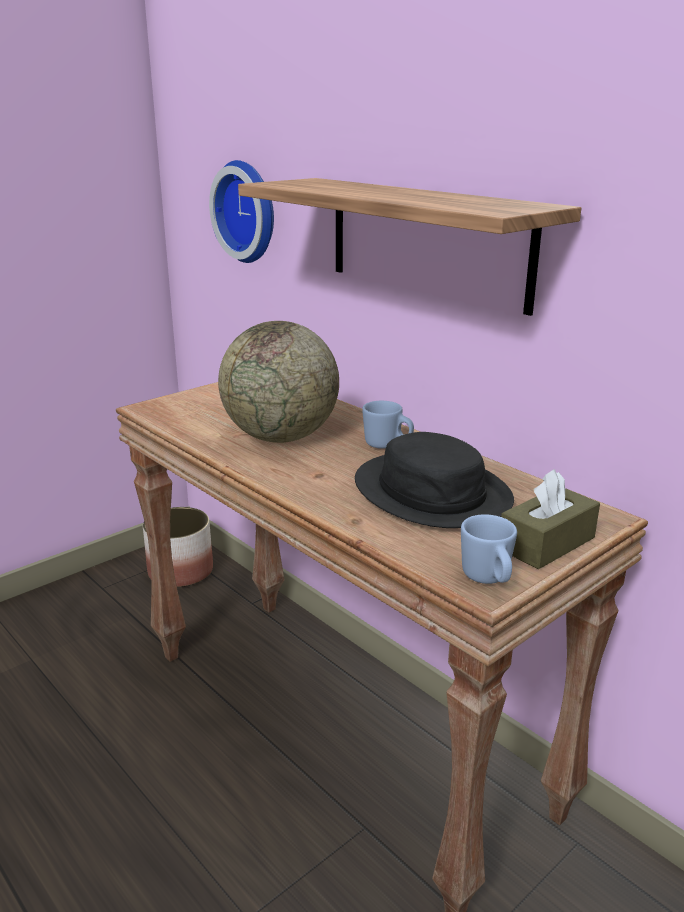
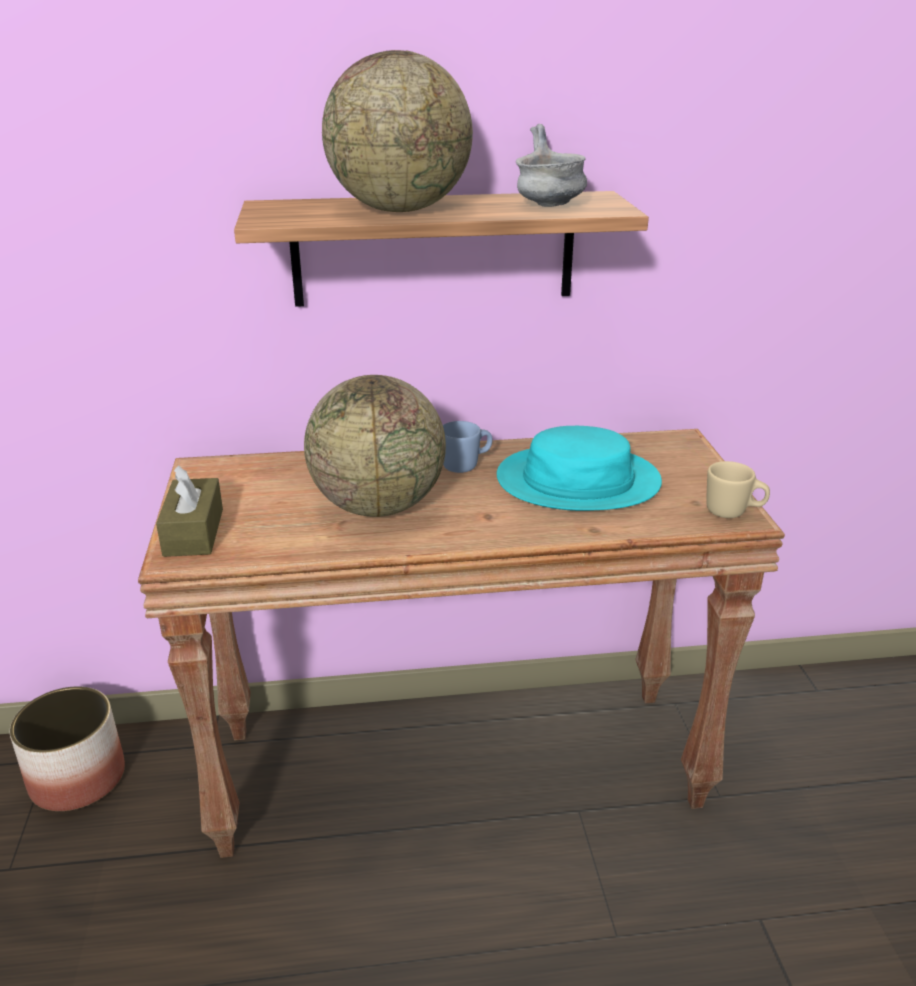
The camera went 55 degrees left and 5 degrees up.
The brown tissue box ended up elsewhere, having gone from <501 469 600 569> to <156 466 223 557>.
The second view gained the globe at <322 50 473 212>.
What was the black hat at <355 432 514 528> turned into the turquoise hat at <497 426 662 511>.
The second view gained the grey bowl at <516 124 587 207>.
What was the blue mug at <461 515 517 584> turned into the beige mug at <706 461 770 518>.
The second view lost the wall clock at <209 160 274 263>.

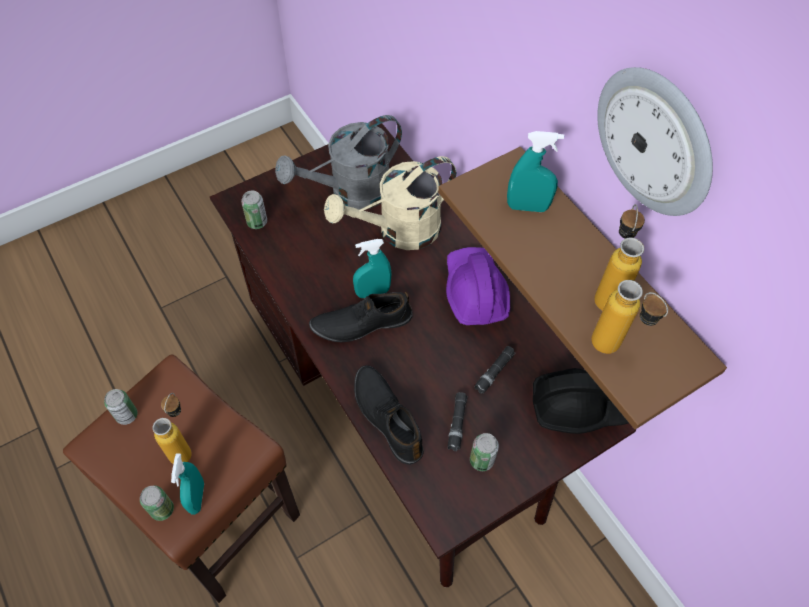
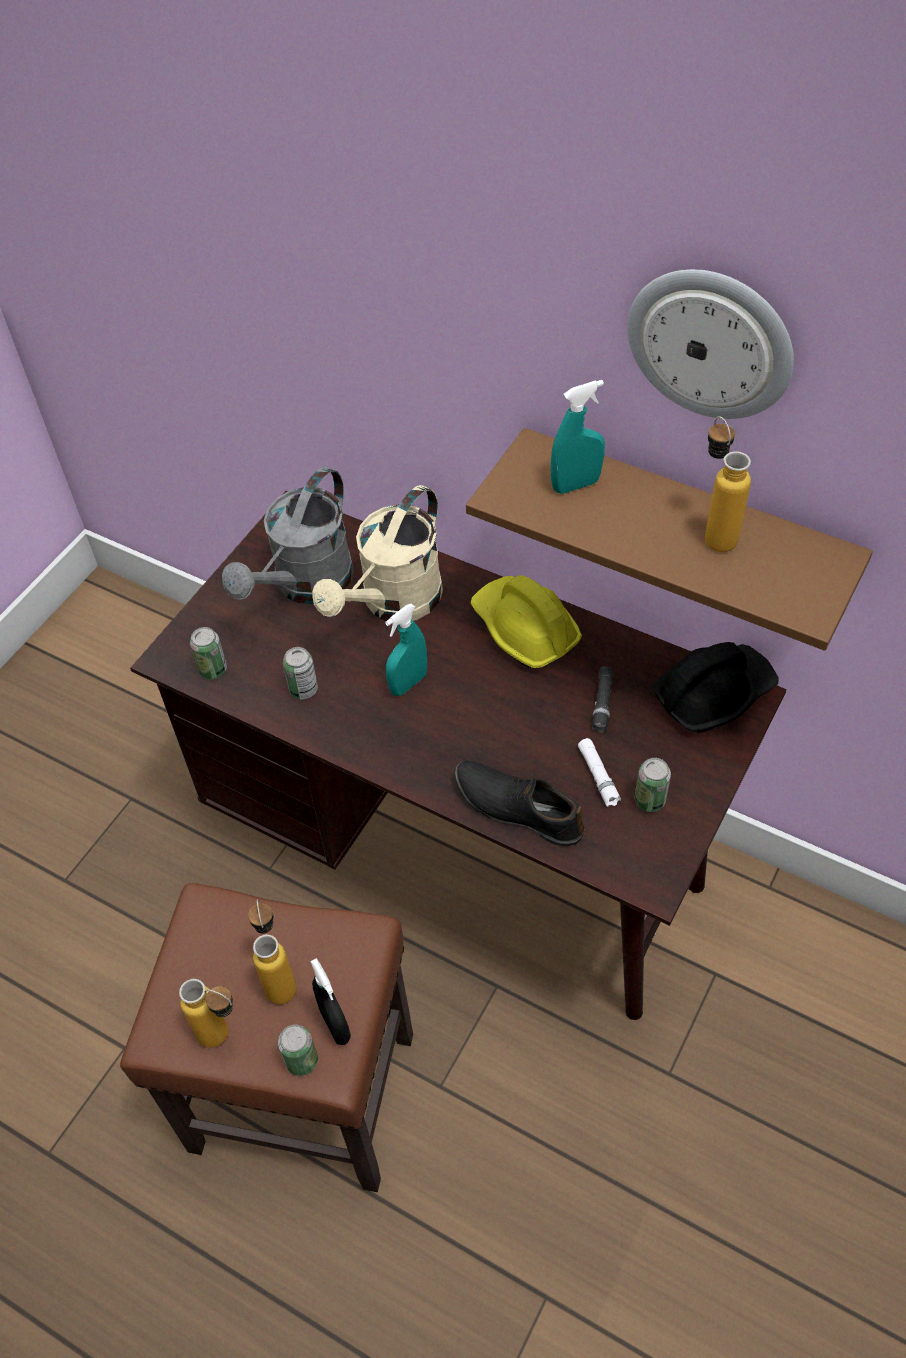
The camera went 25 degrees left and 5 degrees down.
The bottle ended up elsewhere, having gone from <591 280 668 354> to <179 979 233 1048>.
The can ended up elsewhere, having gone from <104 389 138 425> to <283 647 318 700>.
What was the turquoise spray bottle at <171 454 204 515> turned into the black spray bottle at <310 958 351 1045>.
What was the purple hard hat at <446 247 510 325> turned into the yellow hard hat at <471 575 582 668>.
What was the black flashlight at <448 392 467 451> turned into the white flashlight at <578 738 621 807>.
The second view lost the black shoe at <309 292 412 342>.

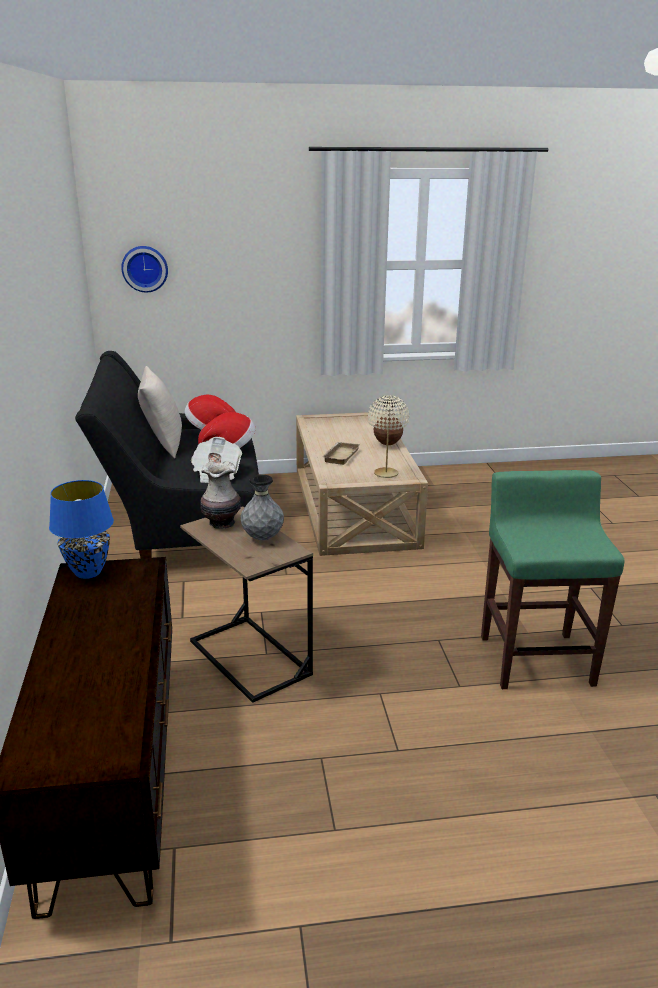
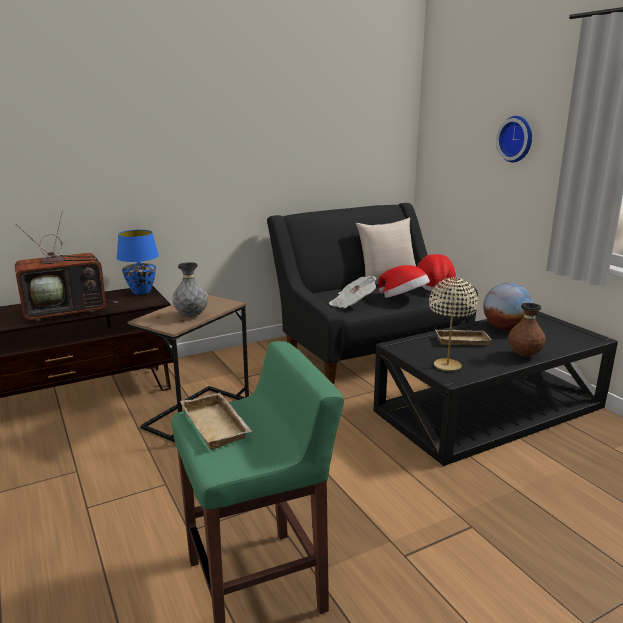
The camera went 70 degrees right and 5 degrees down.
The second view gained the television at <15 211 118 322>.
The second view gained the beige tray at <180 393 252 450>.
What was the beige coffee table at <296 412 428 556> turned into the black coffee table at <374 311 618 466>.
The second view gained the globe at <483 283 534 330>.
The wall clock ended up elsewhere, having gone from <121 246 168 292> to <496 116 532 162>.
The second view lost the vase at <200 461 241 529>.

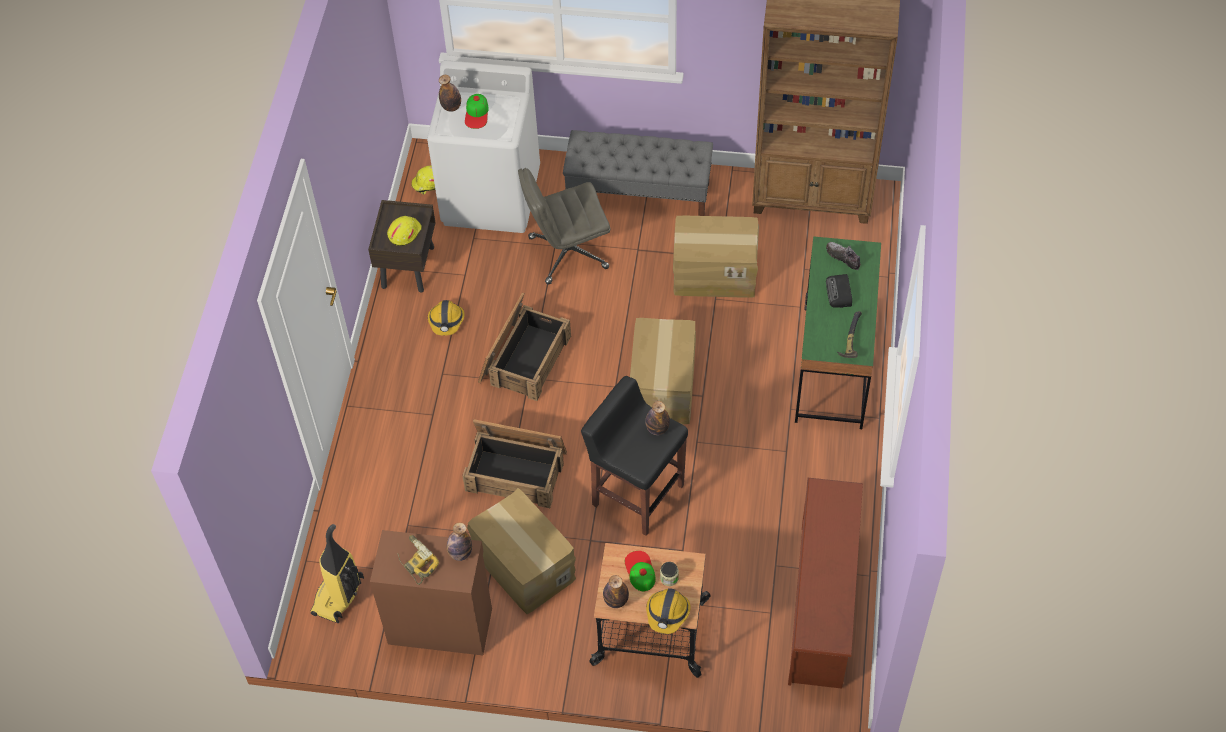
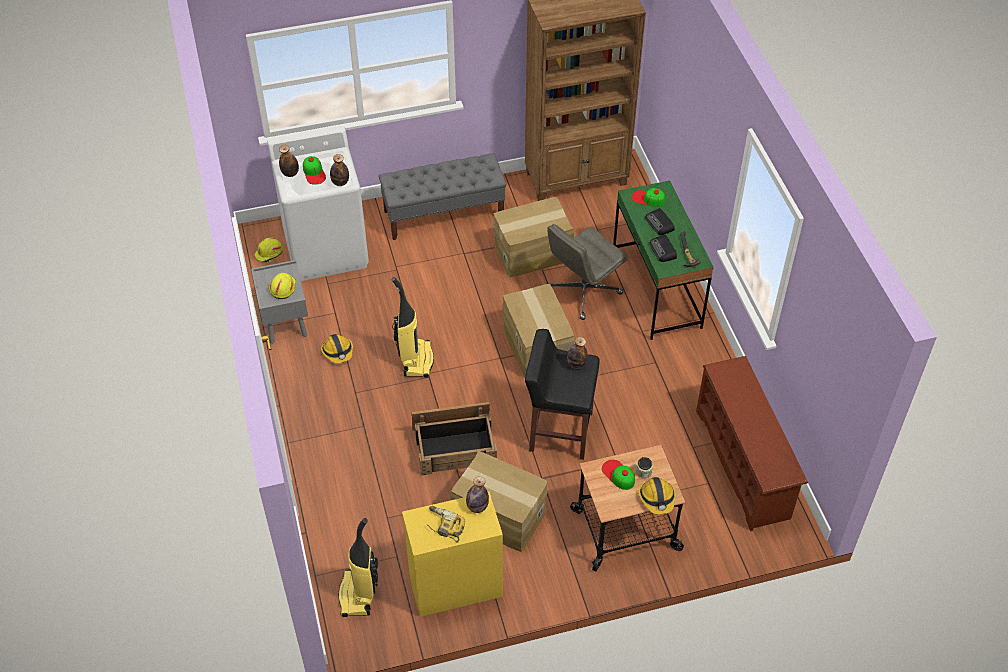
The camera went 25 degrees left and 5 degrees down.
What was the brown nightstand at <368 200 436 292> turned into the grey nightstand at <251 260 308 344>.
The bottle ended up elsewhere, having gone from <603 575 629 608> to <330 154 349 186>.
Where the crate stood at <478 293 571 401>, the vacuum cleaner came to stand at <392 277 434 378>.
What was the brown cabinet at <370 530 492 655> turned into the yellow cabinet at <402 492 503 617>.
The grey office chair ended up elsewhere, having gone from <518 168 610 284> to <547 224 627 320>.
Where the shoe stood at <826 242 860 270>, the cap came to stand at <632 188 665 207>.
The second view gained the radio at <649 235 677 262>.

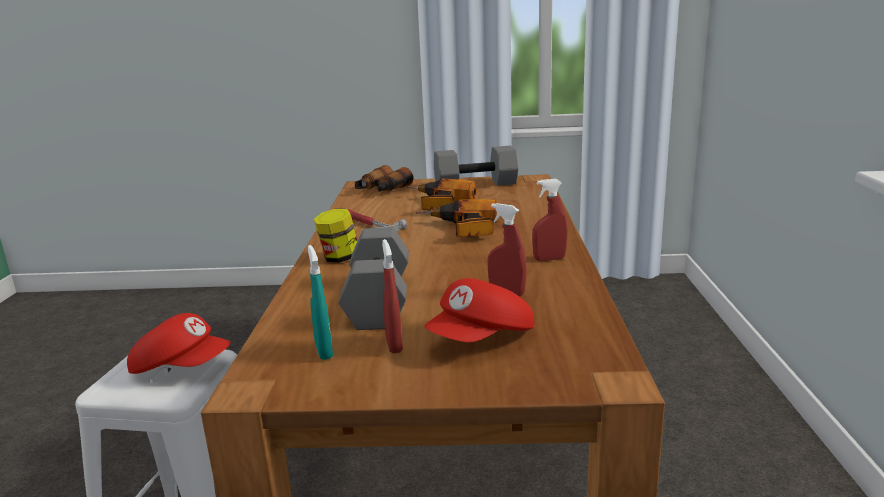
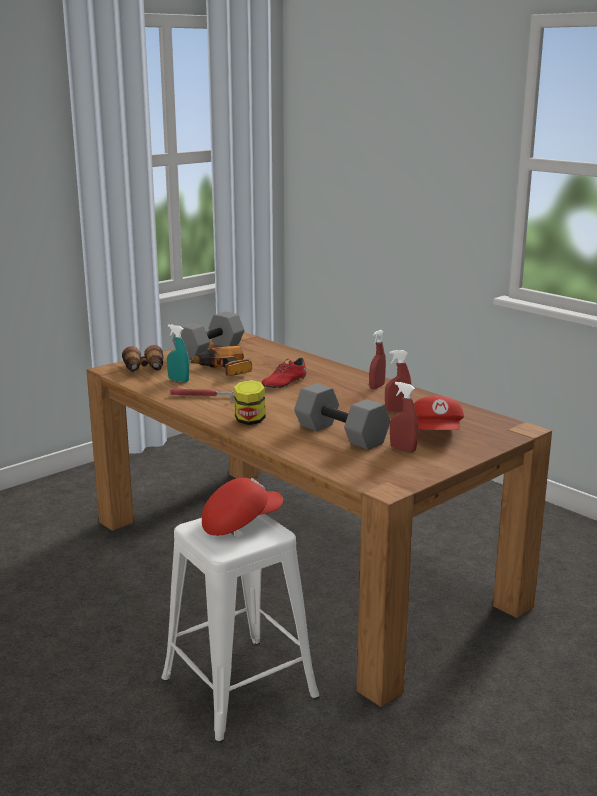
The camera went 45 degrees left and 0 degrees up.
The turquoise spray bottle ended up elsewhere, having gone from <308 245 333 360> to <167 324 190 383>.
Where the power drill stood at <416 199 497 238>, the red shoe came to stand at <262 357 306 389>.

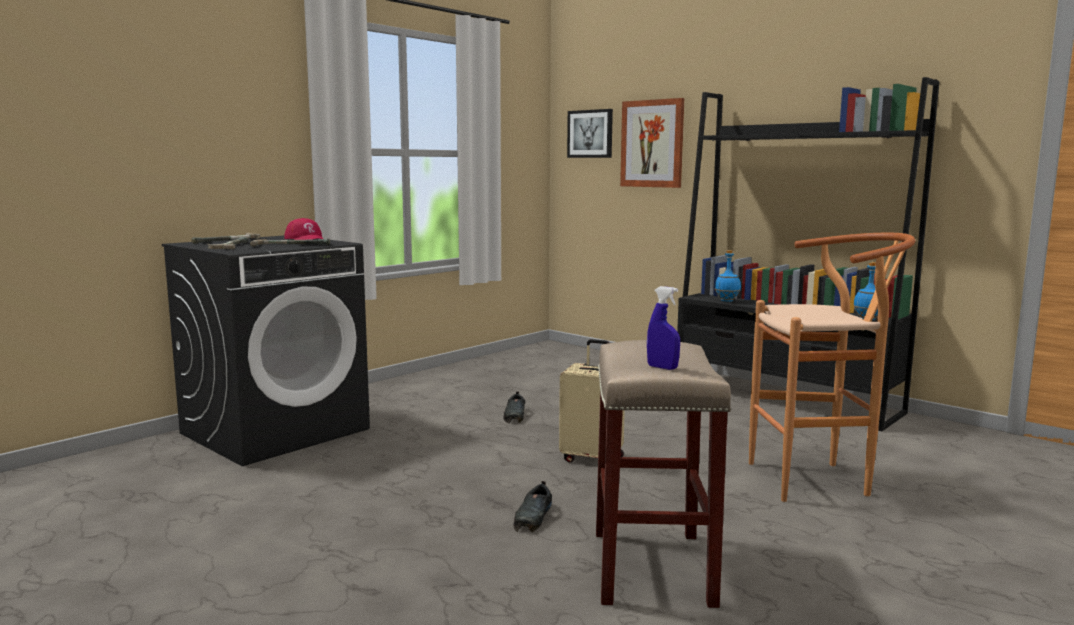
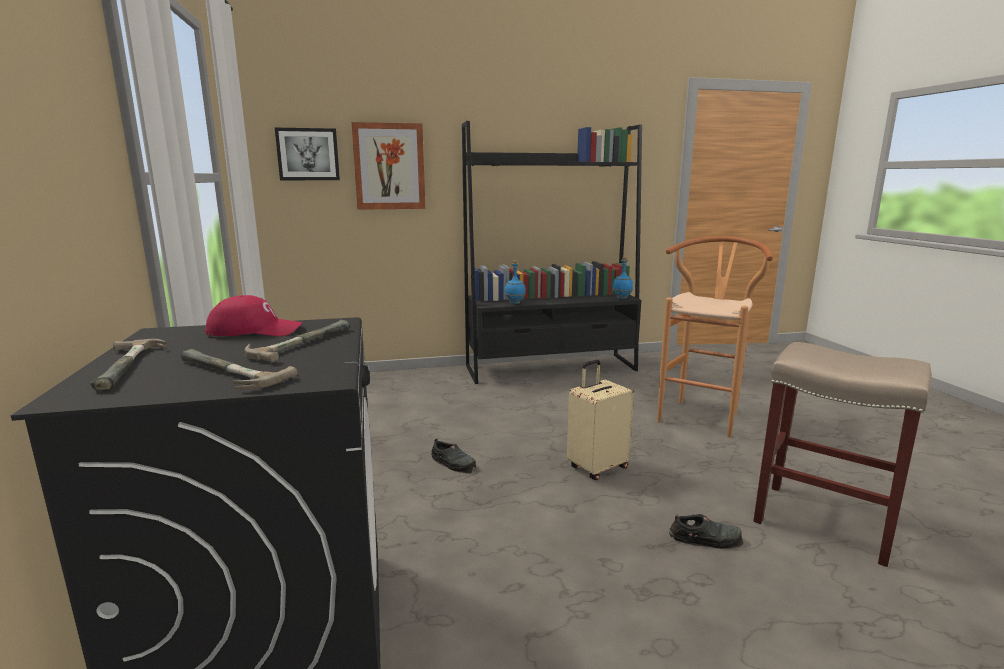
The camera went 55 degrees left and 5 degrees up.
The black shoe at <514 481 552 532> ended up facing another way, 45 degrees counterclockwise from before.
The second view lost the blue spray bottle at <647 286 680 370>.

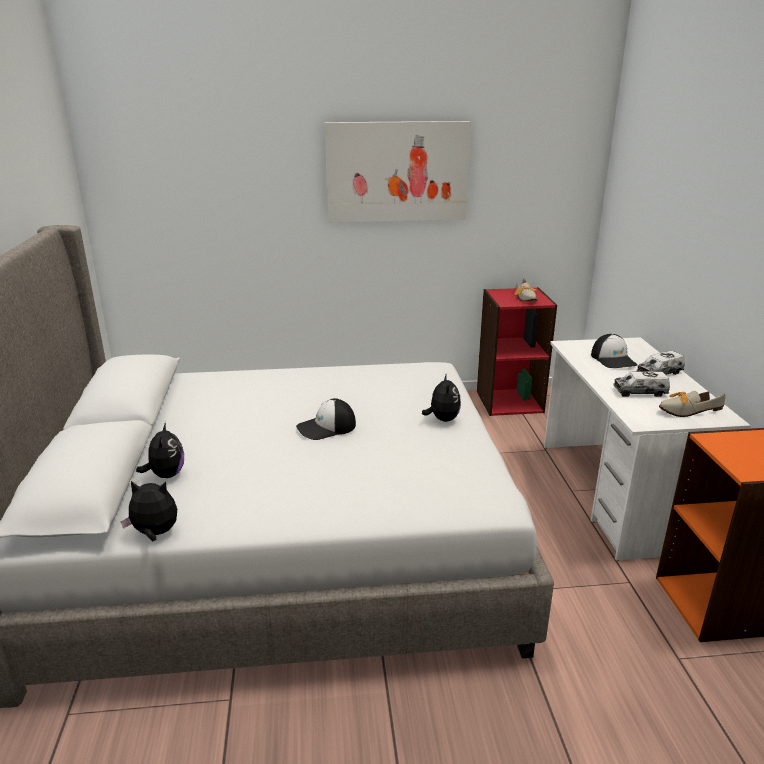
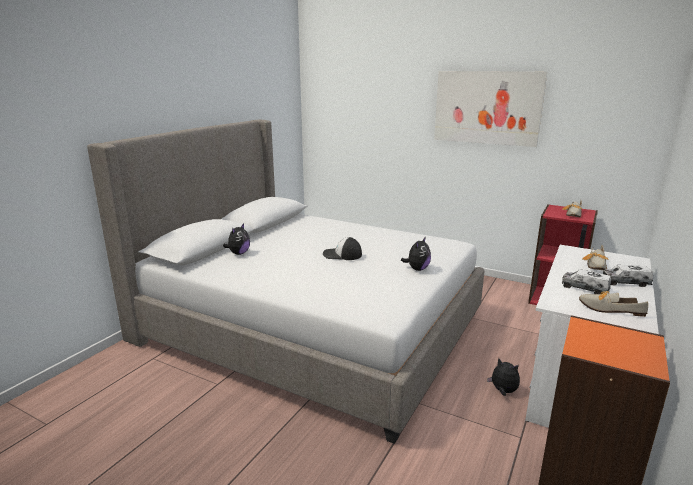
The camera went 35 degrees right and 5 degrees down.
The plush toy ended up elsewhere, having gone from <121 481 177 541> to <487 358 520 396>.
Where the cap stood at <591 334 637 368>, the shoe came to stand at <582 245 609 270>.

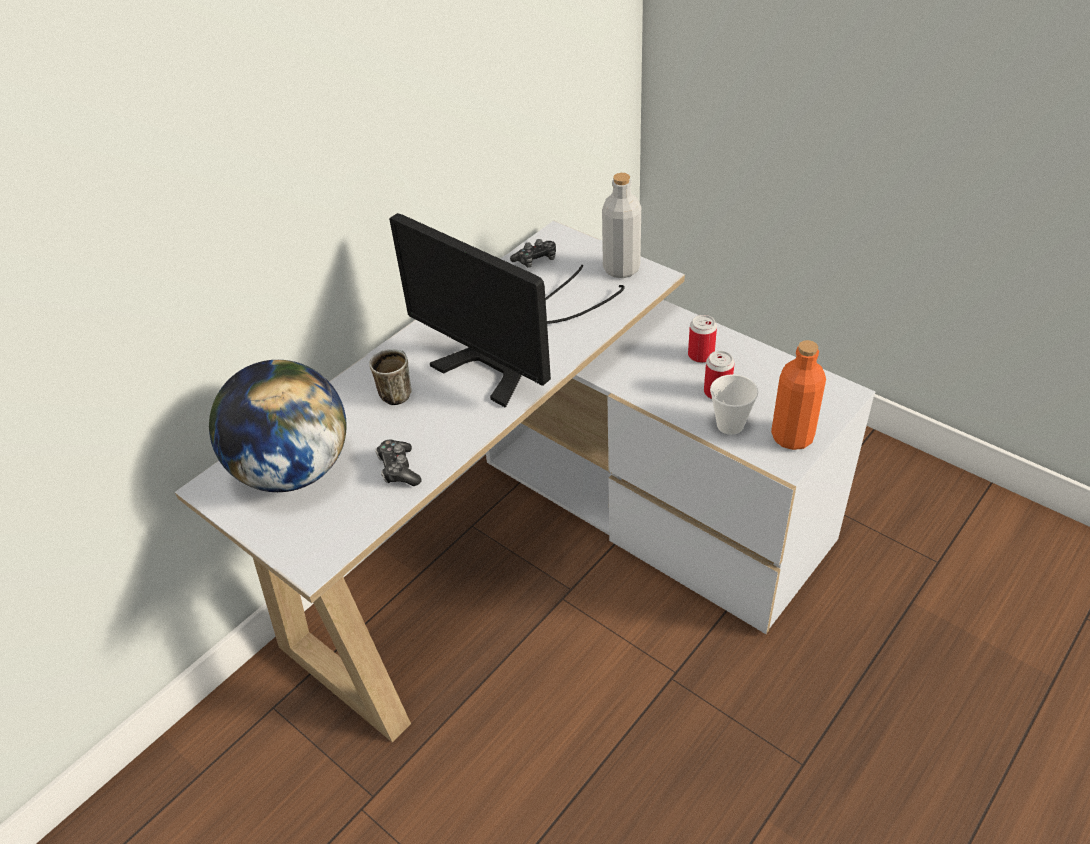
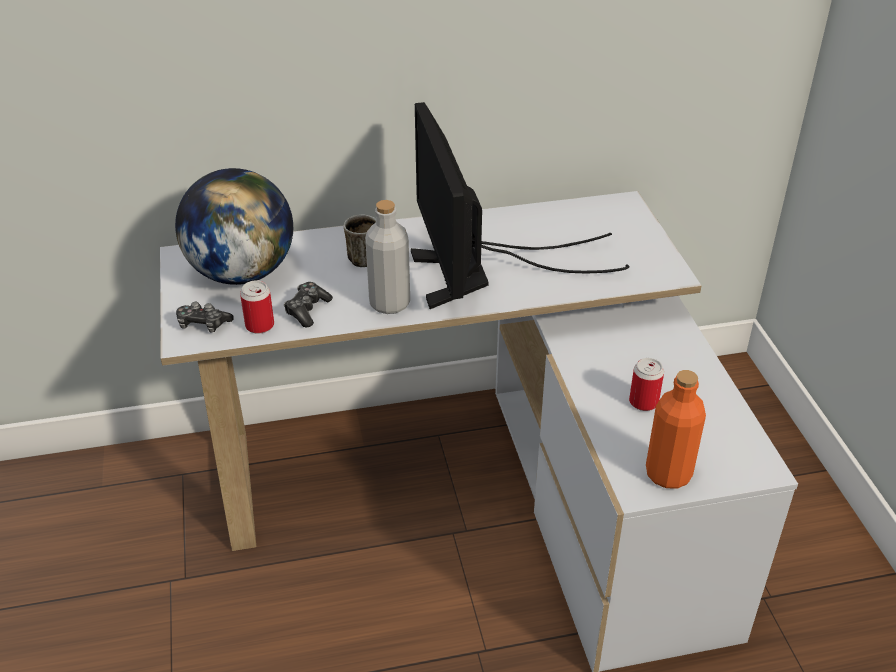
The camera went 35 degrees right and 5 degrees down.
The game controller ended up elsewhere, having gone from <510 239 556 268> to <176 302 234 333>.
The can ended up elsewhere, having gone from <688 315 717 363> to <240 281 274 334>.
The grey bottle ended up elsewhere, having gone from <602 173 641 278> to <365 200 410 314>.
The second view lost the cup at <710 374 758 435>.

